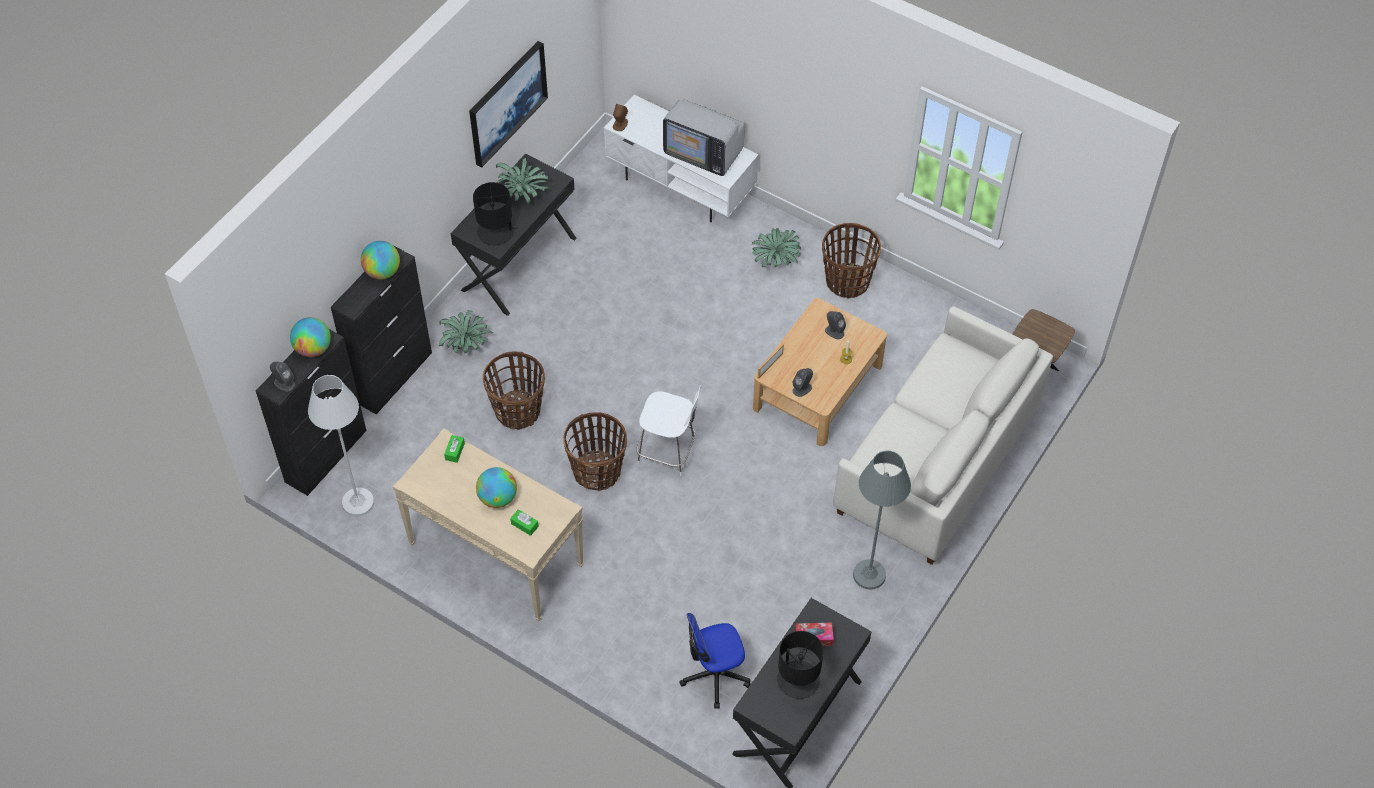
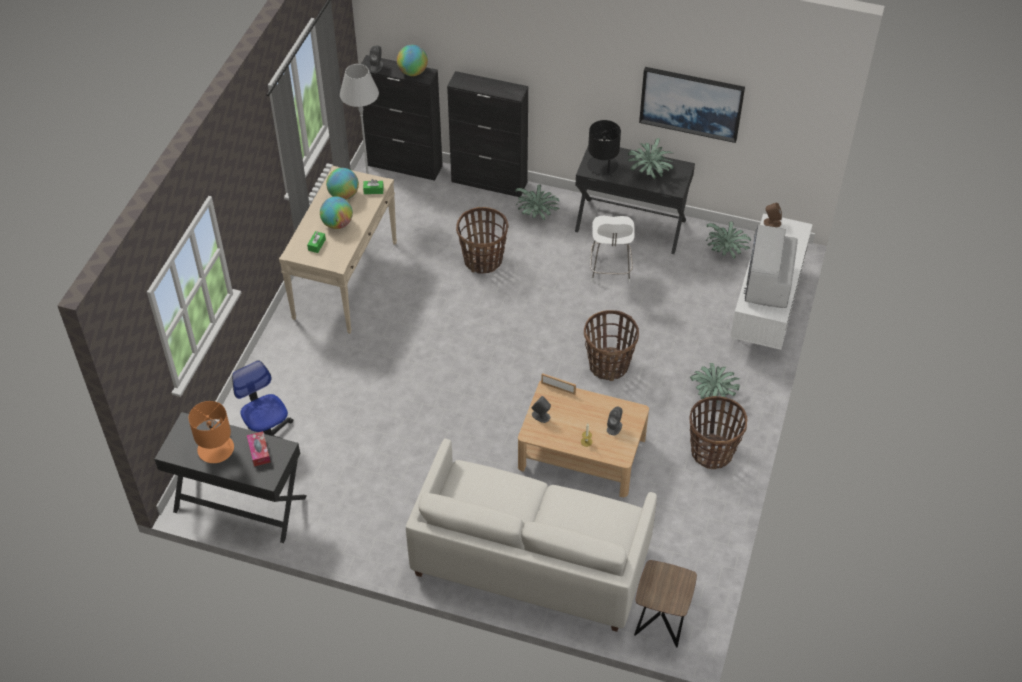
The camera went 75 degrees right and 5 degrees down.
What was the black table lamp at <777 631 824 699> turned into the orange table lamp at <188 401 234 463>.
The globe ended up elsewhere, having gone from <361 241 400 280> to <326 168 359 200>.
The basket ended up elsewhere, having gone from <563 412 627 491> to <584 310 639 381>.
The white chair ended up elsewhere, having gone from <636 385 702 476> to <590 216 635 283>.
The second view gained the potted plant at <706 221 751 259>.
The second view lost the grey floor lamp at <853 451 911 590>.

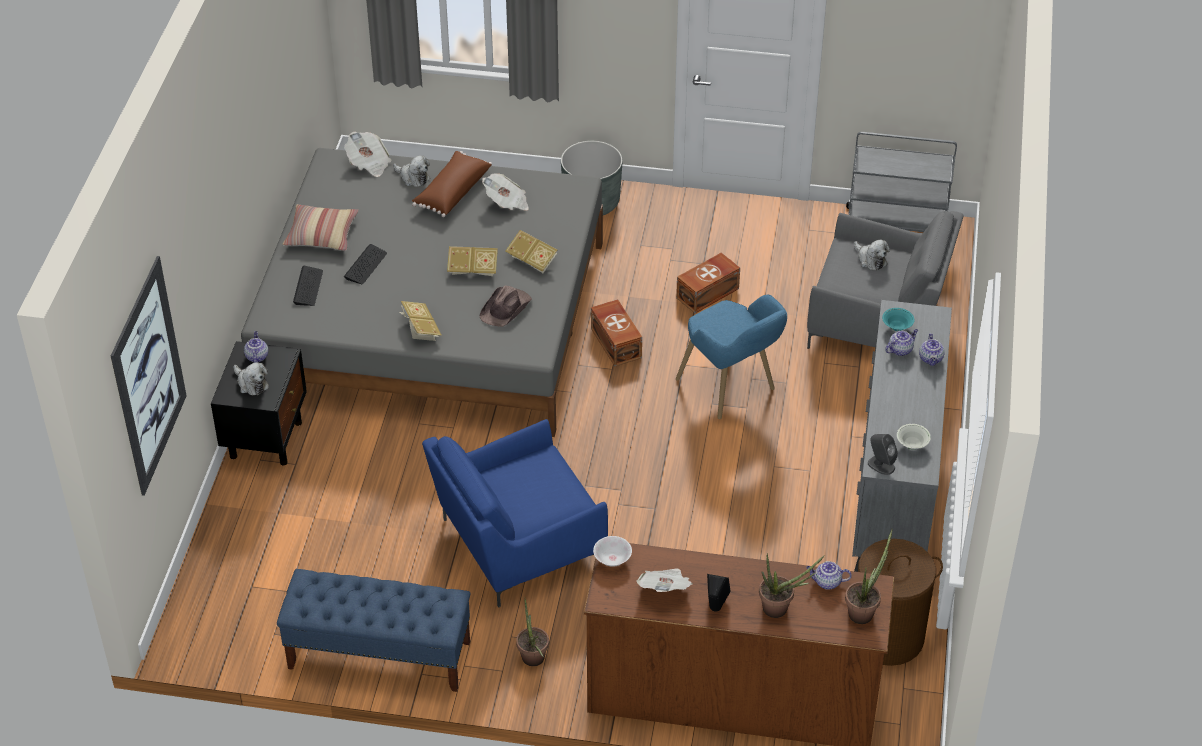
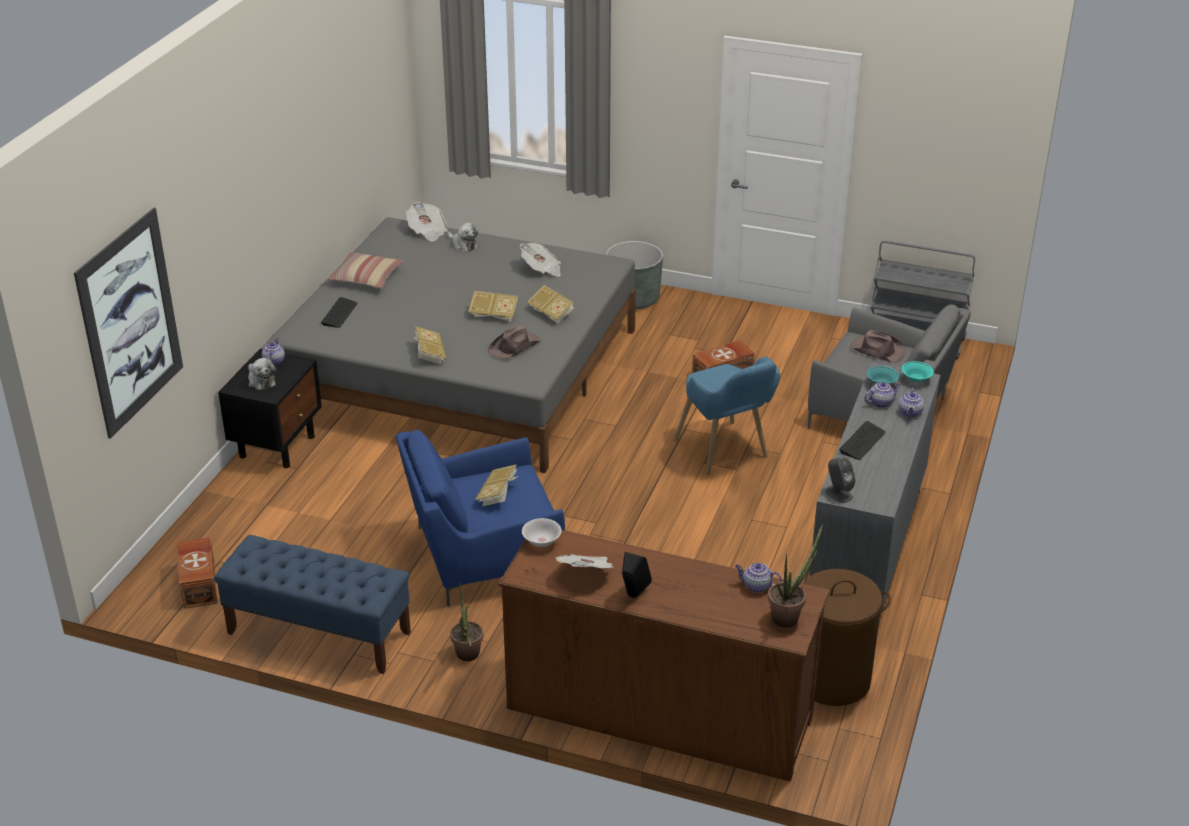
The camera went 10 degrees right and 10 degrees down.
The brown storage box ended up elsewhere, having gone from <591 299 642 366> to <177 537 218 609>.
The second view gained the book at <475 464 519 506>.
The keyboard ended up elsewhere, having gone from <344 244 387 284> to <839 421 886 460>.
Where the plush toy stood at <854 240 890 270>, the brown hat came to stand at <851 330 906 363>.
The second view gained the turquoise bowl at <902 361 934 383>.
The second view lost the brown pillow at <412 151 492 217>.
The second view lost the potted plant at <759 553 825 618>.
The second view lost the white bowl at <897 424 931 449>.

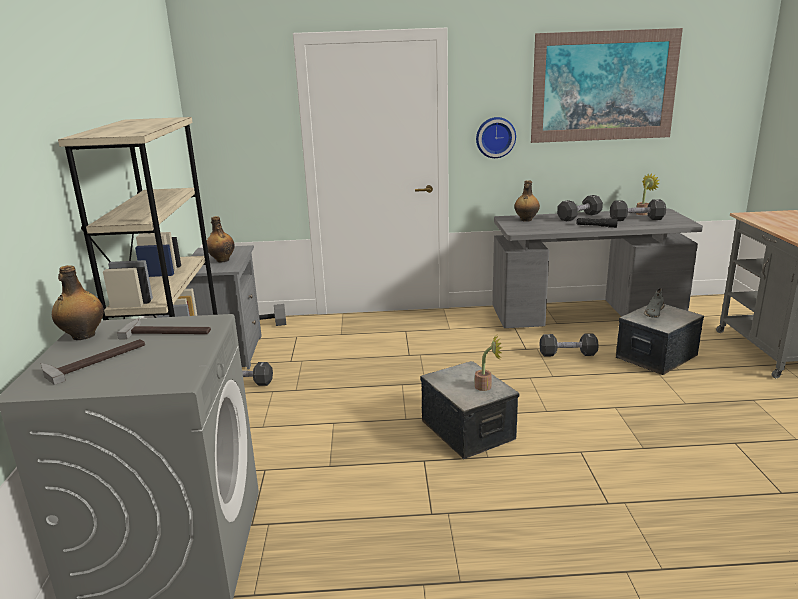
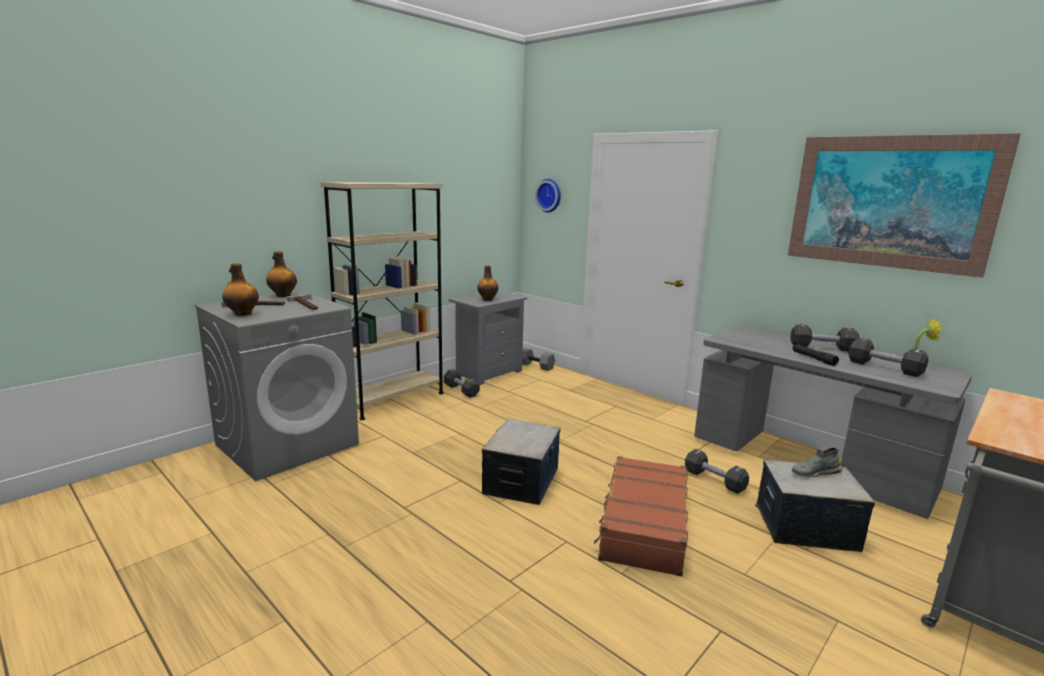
The camera went 45 degrees right and 5 degrees down.
The bottle ended up elsewhere, having gone from <514 180 540 222> to <222 263 259 316>.
The wall clock ended up elsewhere, having gone from <476 117 516 158> to <535 179 561 212>.
The second view gained the brown suitcase at <594 456 688 577>.
The second view lost the potted plant at <475 335 502 391>.

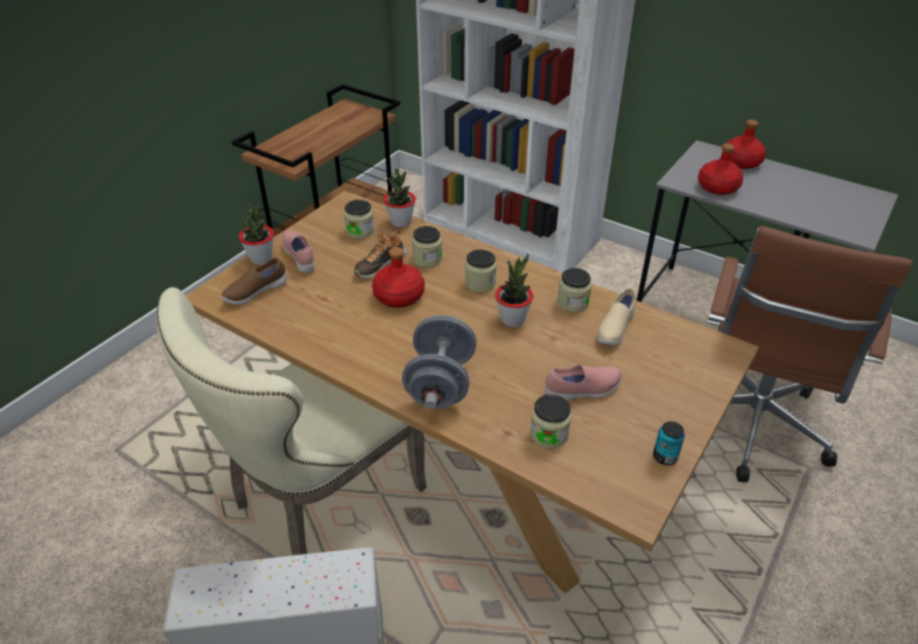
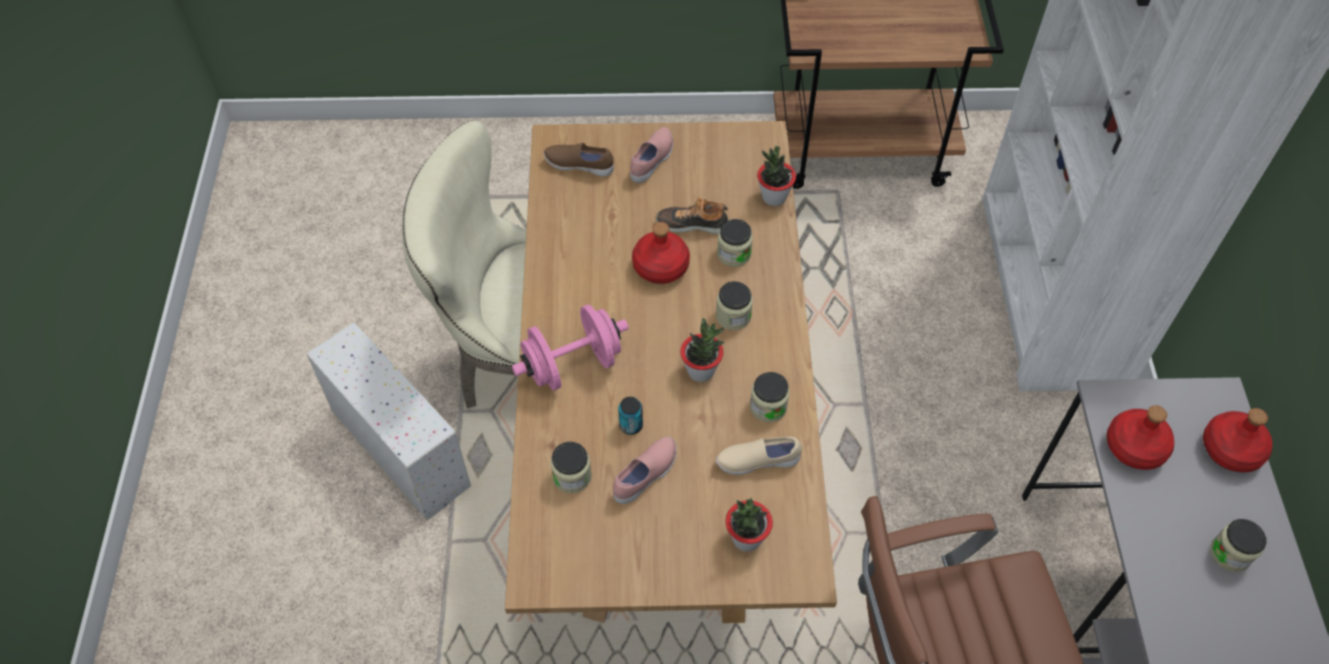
The camera went 55 degrees right and 15 degrees up.
What was the grey dumbbell at <402 315 476 409> turned into the pink dumbbell at <512 304 629 391>.
The pink shoe at <545 365 622 400> ended up facing another way, 90 degrees counterclockwise from before.
The can ended up elsewhere, having gone from <653 421 685 465> to <618 397 643 435>.
The potted plant ended up elsewhere, having gone from <239 203 274 265> to <726 498 773 552>.
The jar ended up elsewhere, having gone from <344 200 374 239> to <1210 519 1266 572>.

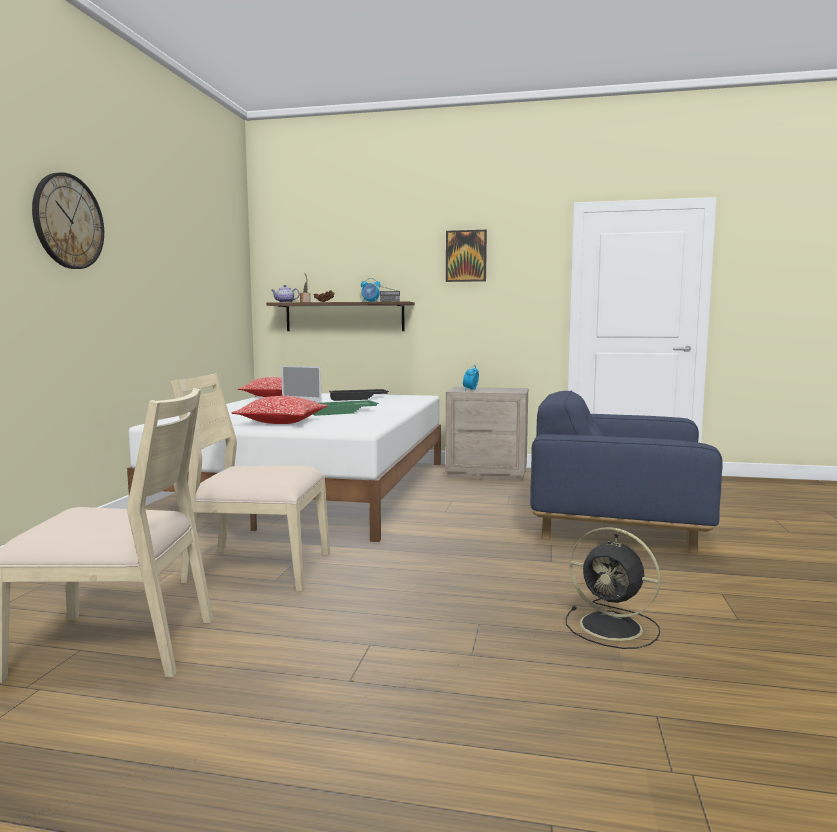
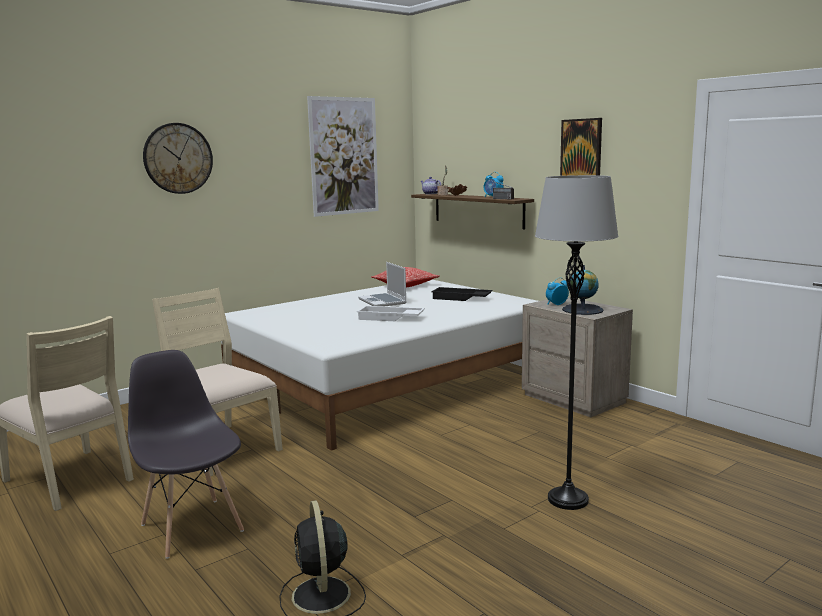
The camera went 40 degrees right and 5 degrees up.
The second view gained the grey chair at <128 350 244 559>.
The second view gained the picture at <307 96 379 217>.
What was the green tray at <312 400 379 416> turned into the white tray at <356 306 425 321>.
Where the blue armchair stood at <530 390 723 553>, the grey floor lamp came to stand at <535 175 618 510>.
The second view gained the globe at <562 265 604 315>.
The second view lost the pillow at <232 396 328 424>.

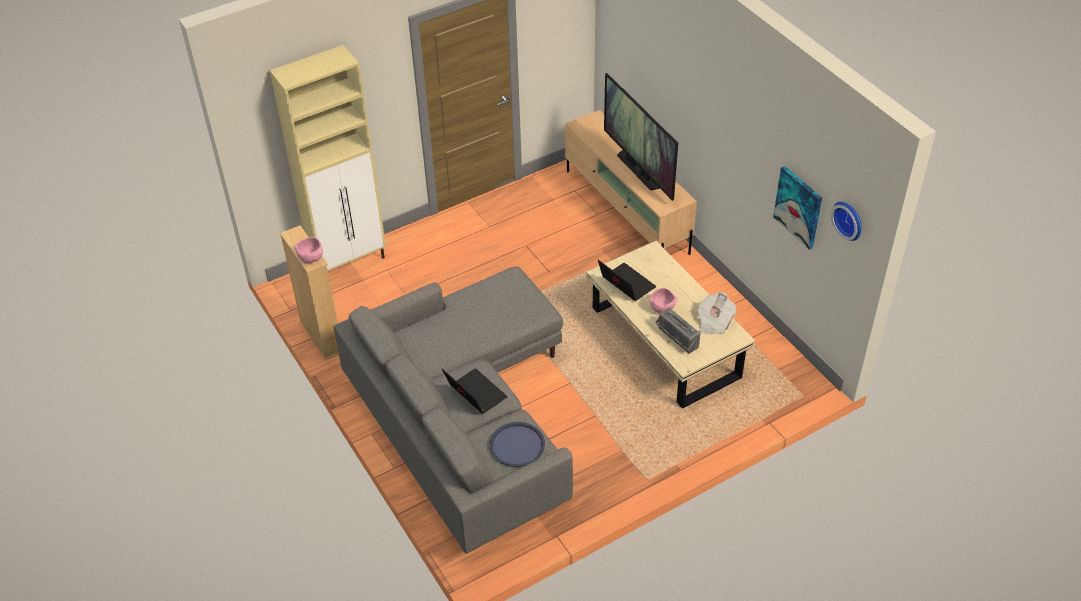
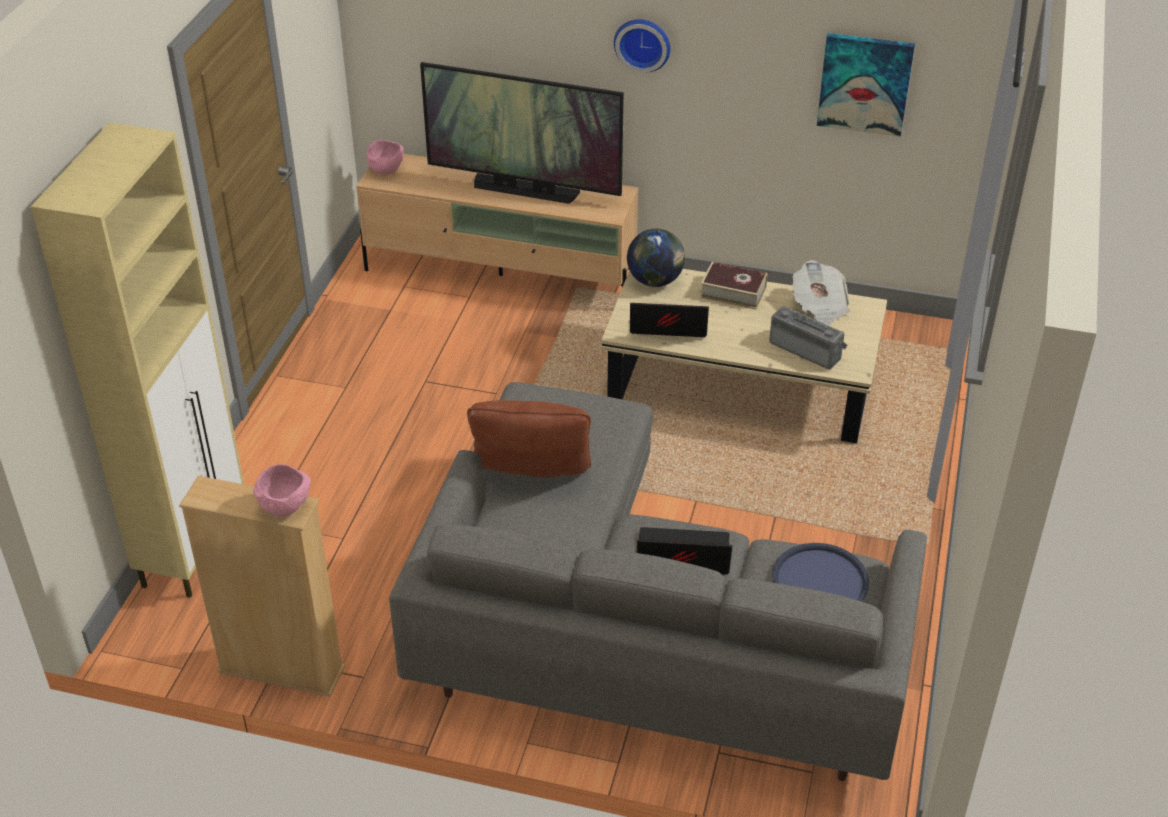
The camera went 45 degrees left and 5 degrees down.
The pink bowl ended up elsewhere, having gone from <649 288 677 313> to <367 140 404 174>.
The second view gained the brown pillow at <467 400 591 478>.
The wall clock ended up elsewhere, having gone from <831 202 862 241> to <614 19 670 73>.
The second view gained the globe at <627 229 685 287>.
The second view gained the book at <700 262 768 310>.
The radio at <655 308 700 353> ended up facing another way, 150 degrees counterclockwise from before.

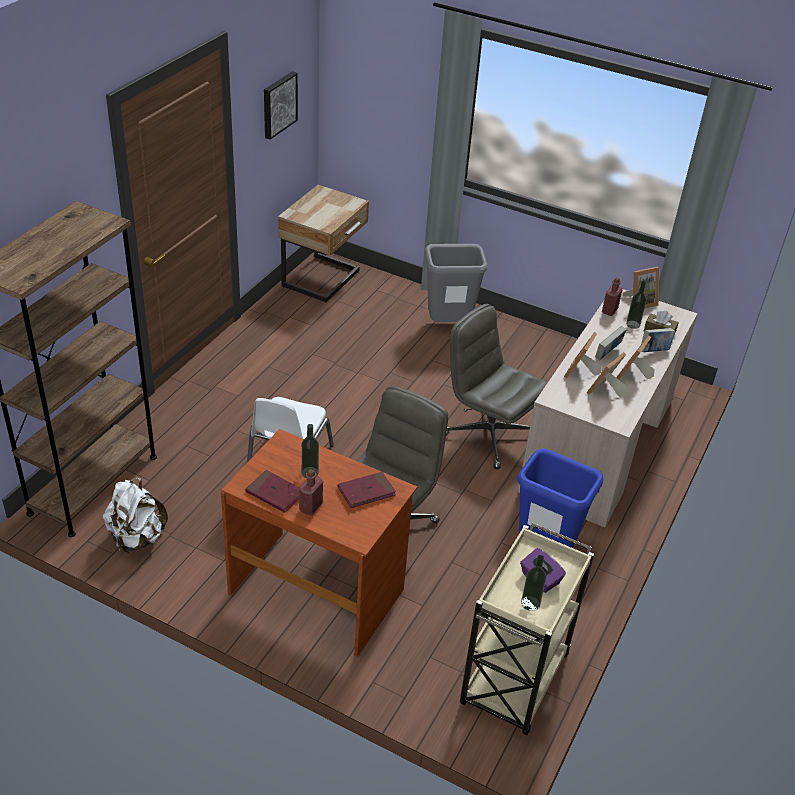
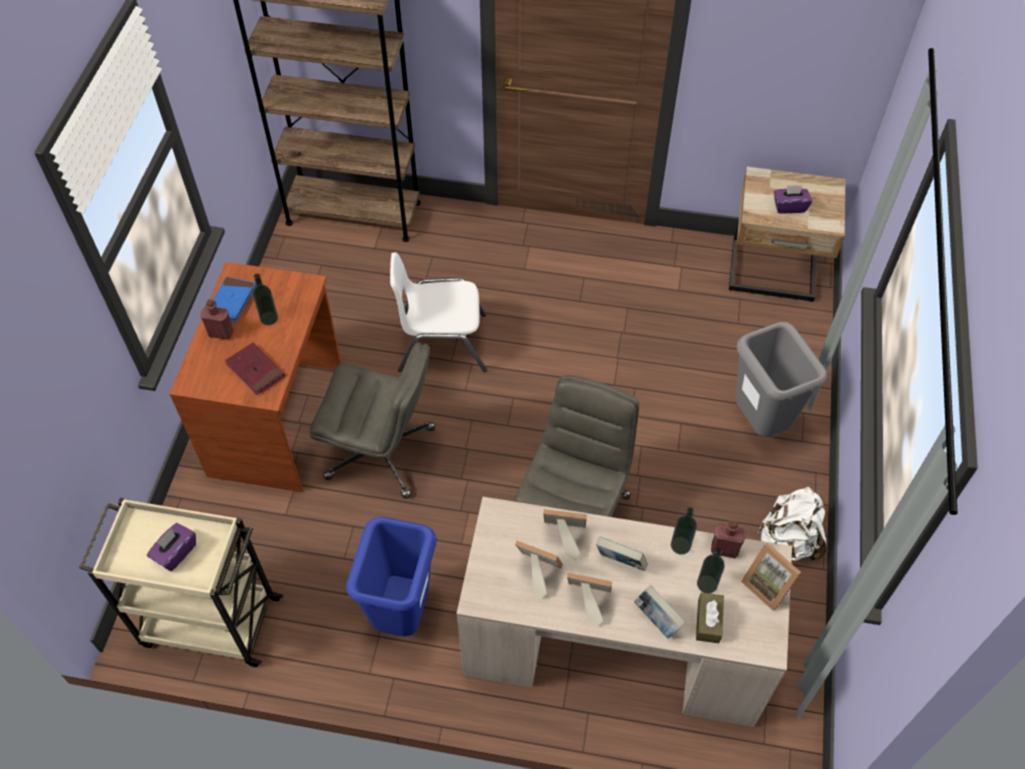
The camera went 75 degrees right and 15 degrees up.
What was the red book at <245 470 299 513> turned into the blue book at <213 277 256 322>.
The bottle ended up elsewhere, having gone from <521 555 546 611> to <671 507 697 555>.
The white backpack ended up elsewhere, having gone from <103 478 168 553> to <757 487 826 561>.
The second view gained the purple tissue box at <774 185 813 214>.
The second view lost the picture at <264 71 298 140>.

